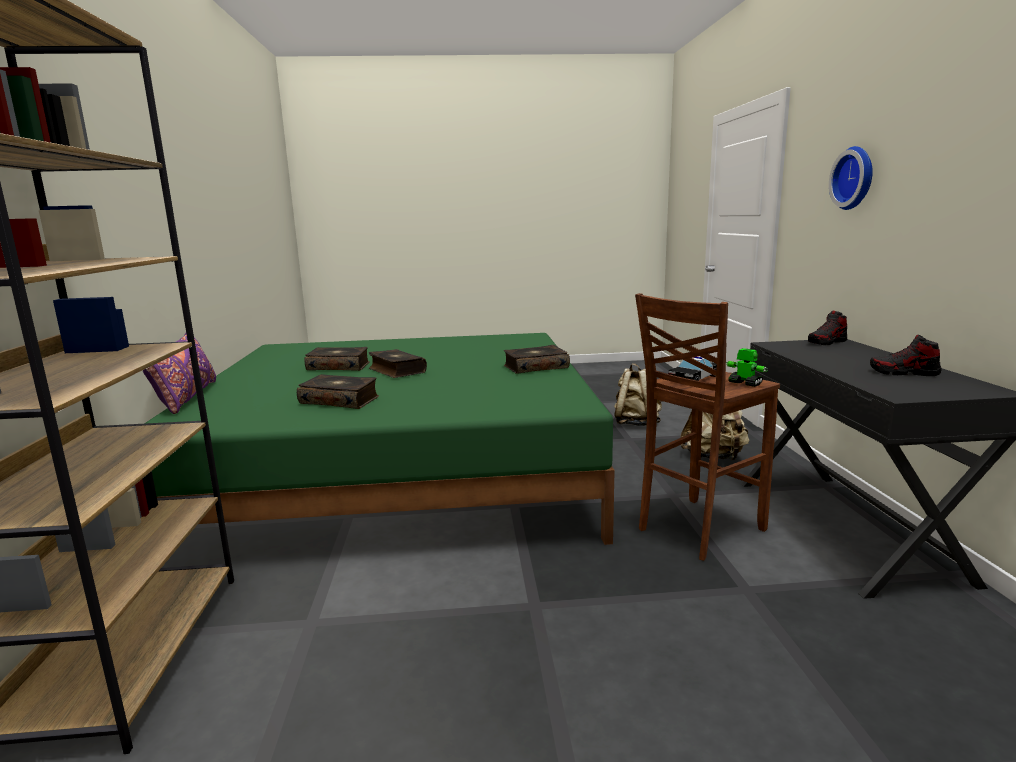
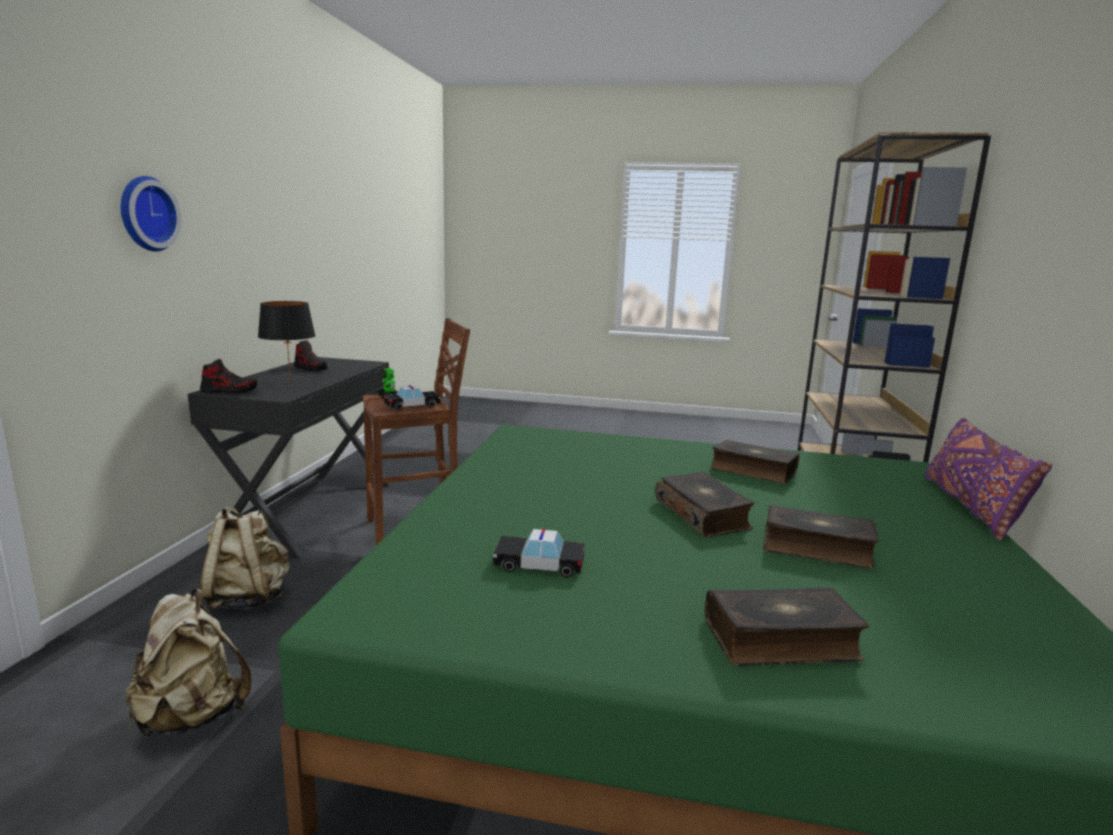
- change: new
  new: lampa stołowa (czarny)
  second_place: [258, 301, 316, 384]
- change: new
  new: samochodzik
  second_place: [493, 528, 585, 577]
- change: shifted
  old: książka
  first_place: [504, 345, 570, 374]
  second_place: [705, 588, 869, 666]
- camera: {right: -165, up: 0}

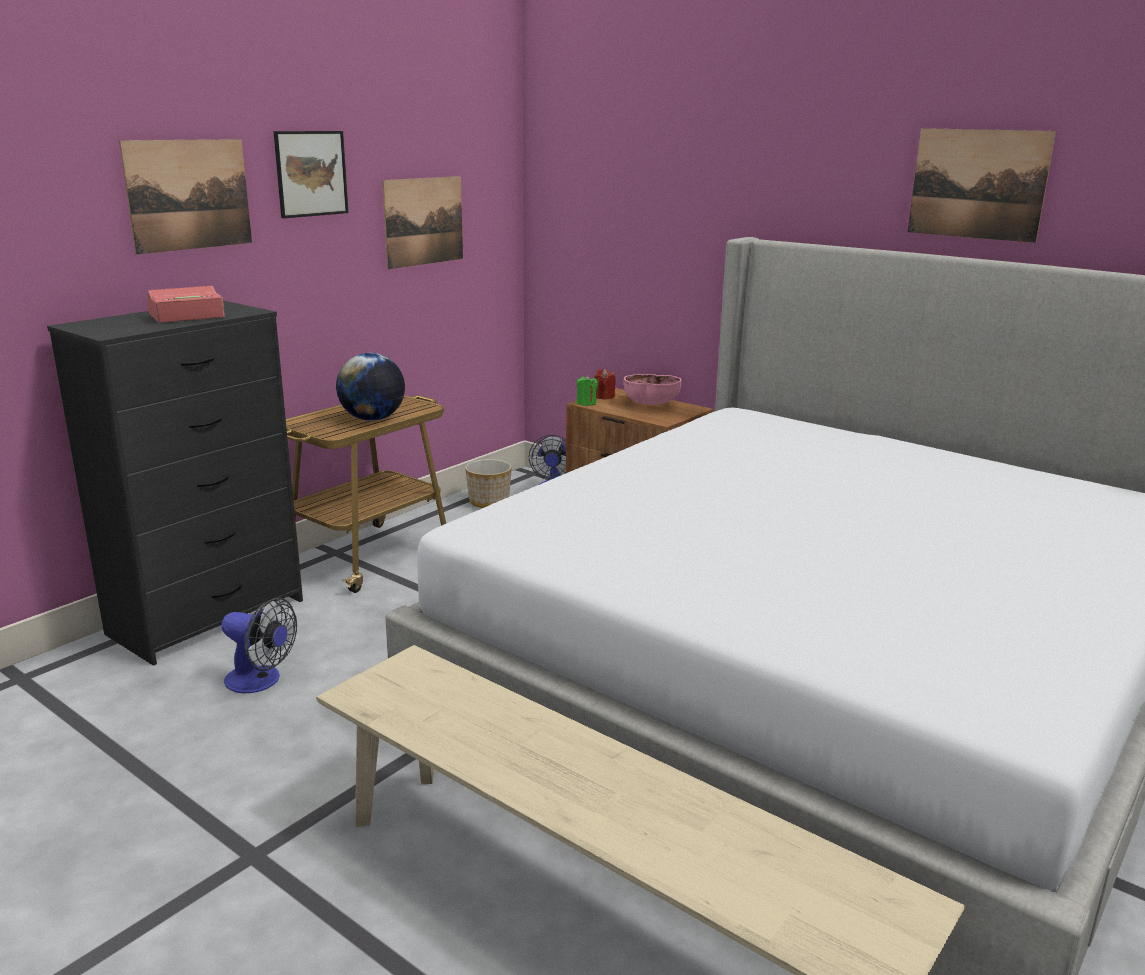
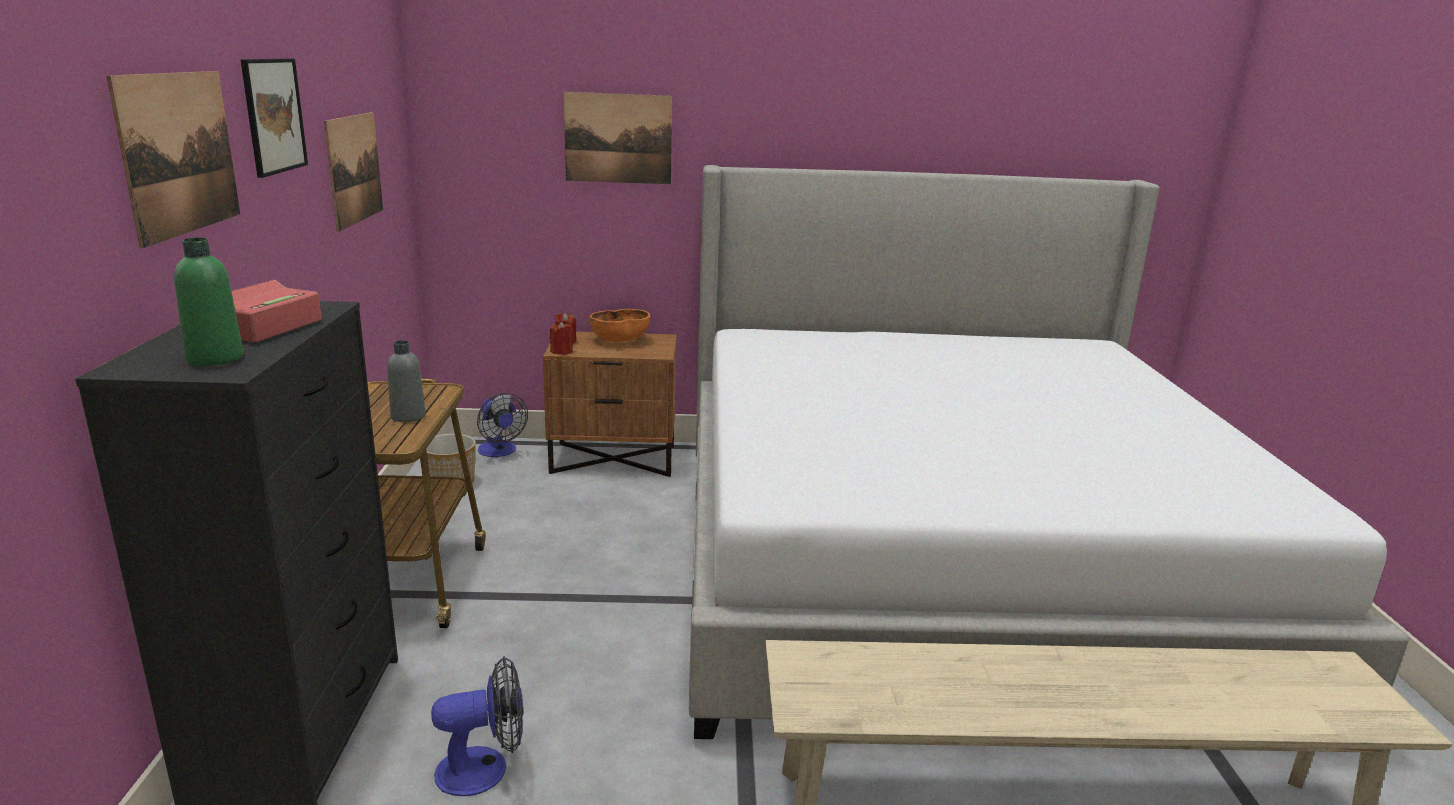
- change: new
  new: butelka (zielony)
  second_place: [174, 238, 243, 366]
- change: shifted
  old: obraz
  first_place: [908, 128, 1056, 243]
  second_place: [564, 92, 672, 184]
- change: swapped
  old: globus
  new: butelka (szary)
  first_place: [336, 353, 405, 421]
  second_place: [387, 341, 426, 422]
- change: repainted
  old: świeca (zielony)
  new: świeca (czerwony)
  first_place: [576, 375, 598, 406]
  second_place: [550, 321, 573, 355]
- change: repainted
  old: miska (różowy)
  new: miska (pomarańczowy)
  first_place: [623, 374, 682, 405]
  second_place: [590, 309, 650, 342]
- camera: {right: -40, up: 0}

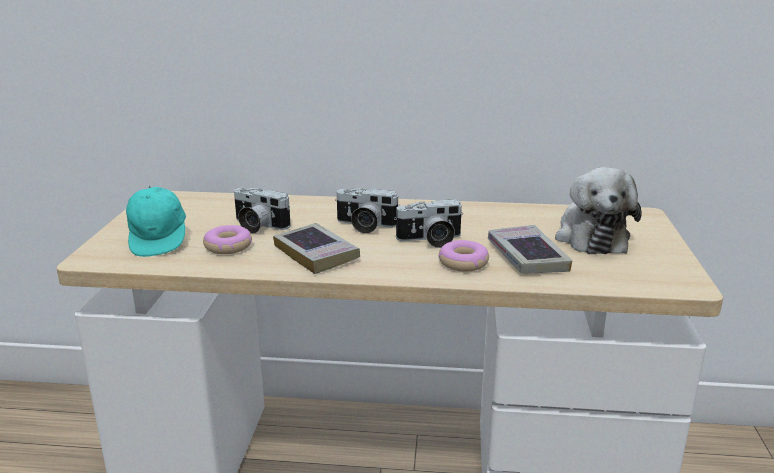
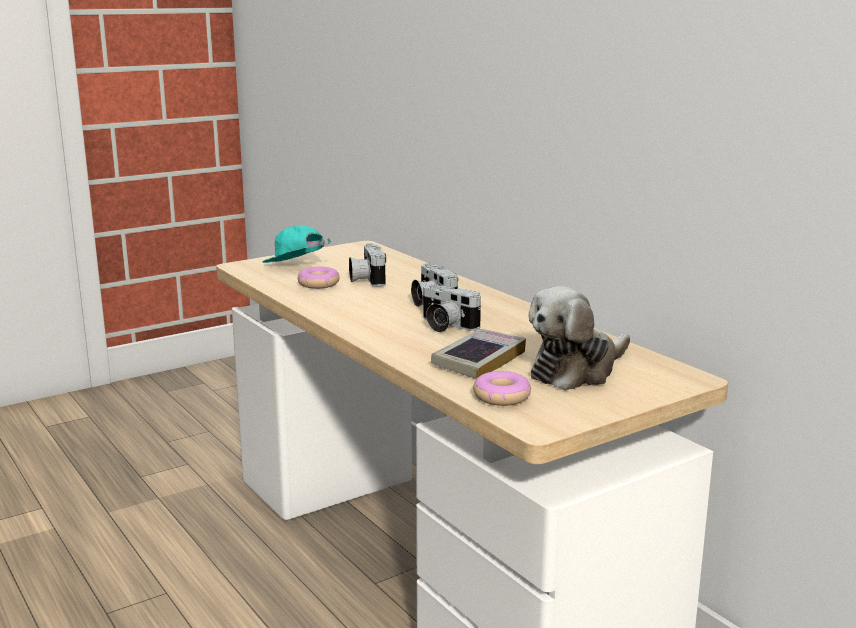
- change: gone
  old: książka
  first_place: [273, 223, 360, 274]
- change: shifted
  old: donut
  first_place: [438, 240, 489, 272]
  second_place: [473, 371, 531, 406]
- change: rotated
  old: czapka z daszkiem (turkusowy)
  first_place: [126, 185, 186, 257]
  second_place: [263, 226, 331, 263]
  degrees: 90
- camera: {right: 50, up: -5}

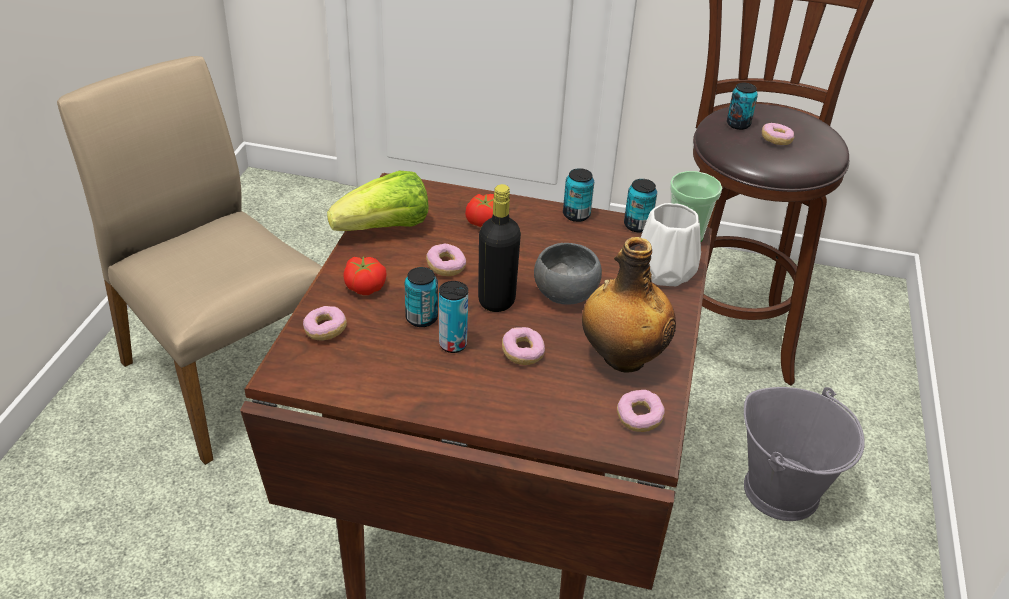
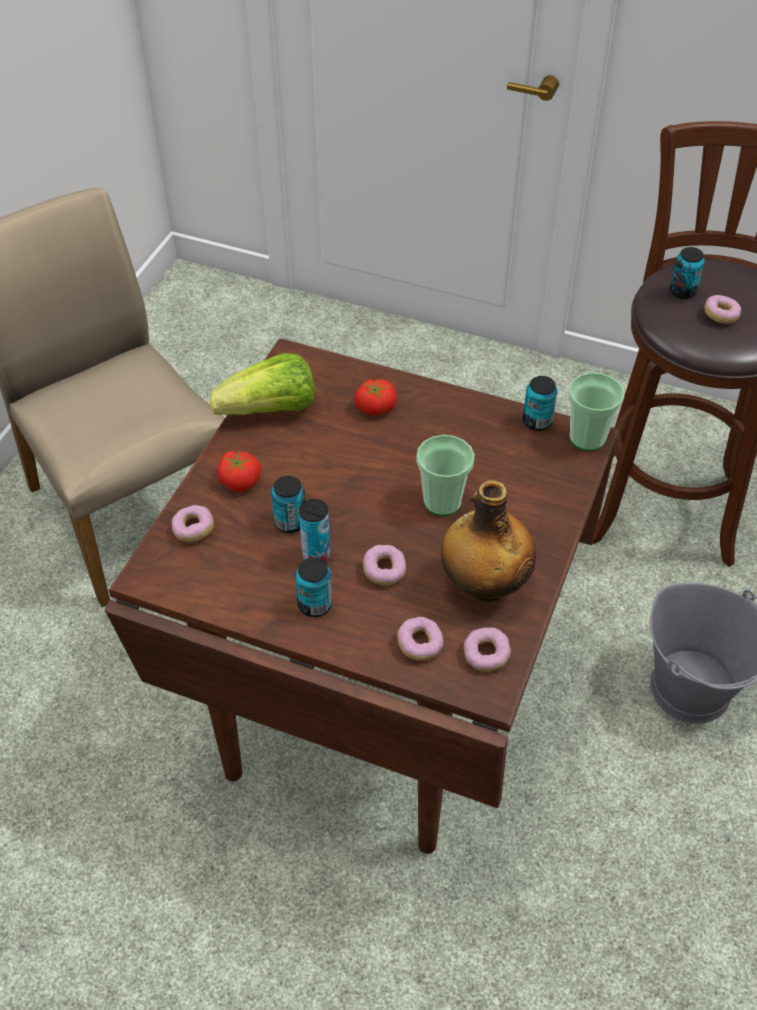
- change: gone
  old: butelka (czarny)
  first_place: [478, 184, 521, 312]
- change: gone
  old: wazon (biały)
  first_place: [641, 203, 701, 286]
- change: shifted
  old: donut
  first_place: [426, 244, 466, 276]
  second_place: [397, 617, 444, 661]
- change: shifted
  old: puszka
  first_place: [563, 168, 594, 222]
  second_place: [295, 558, 332, 617]
- change: swapped
  old: miska (szary)
  new: filiżanka
  first_place: [534, 243, 602, 305]
  second_place: [416, 435, 475, 516]
- camera: {right: 10, up: 10}

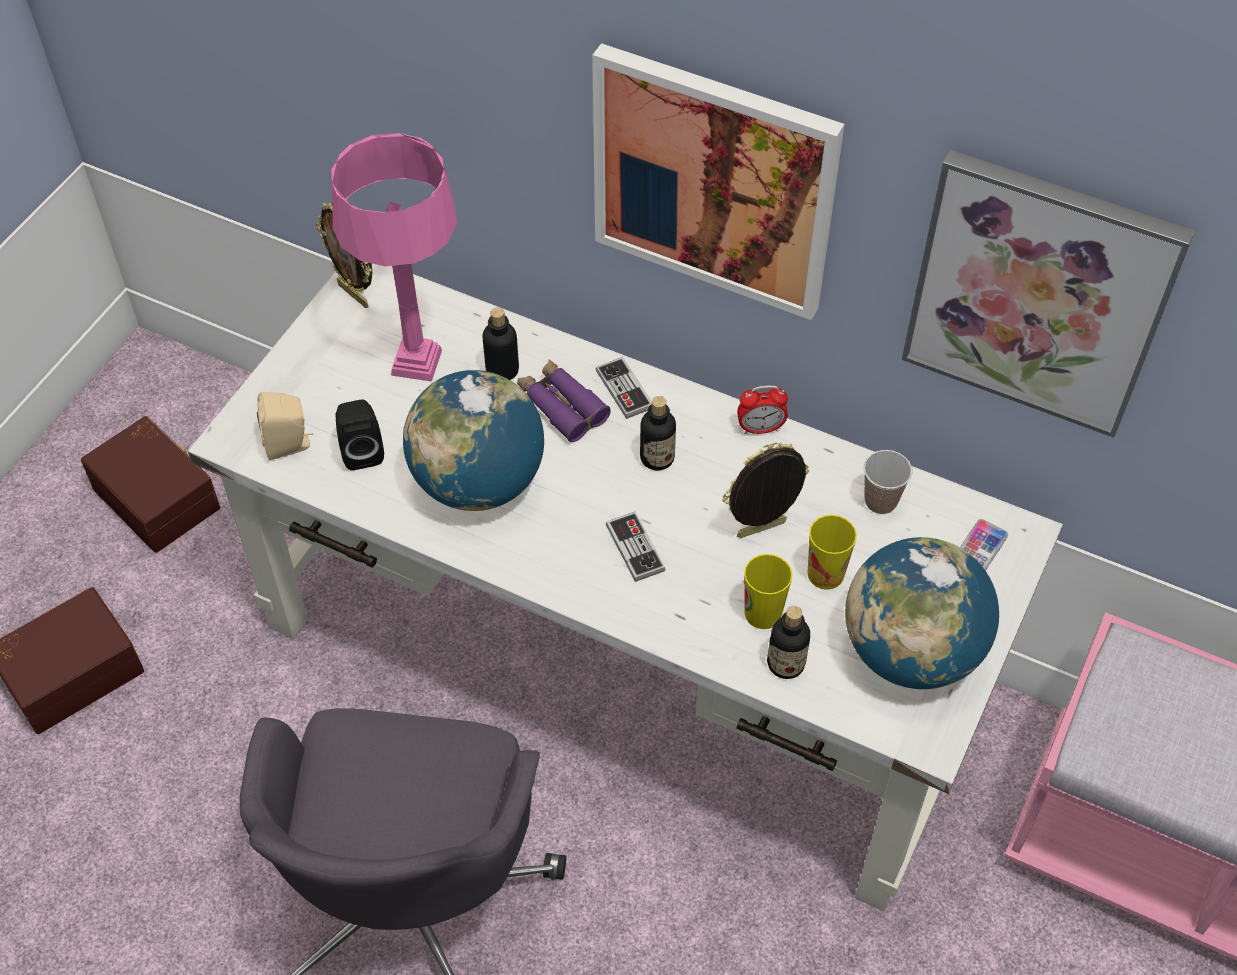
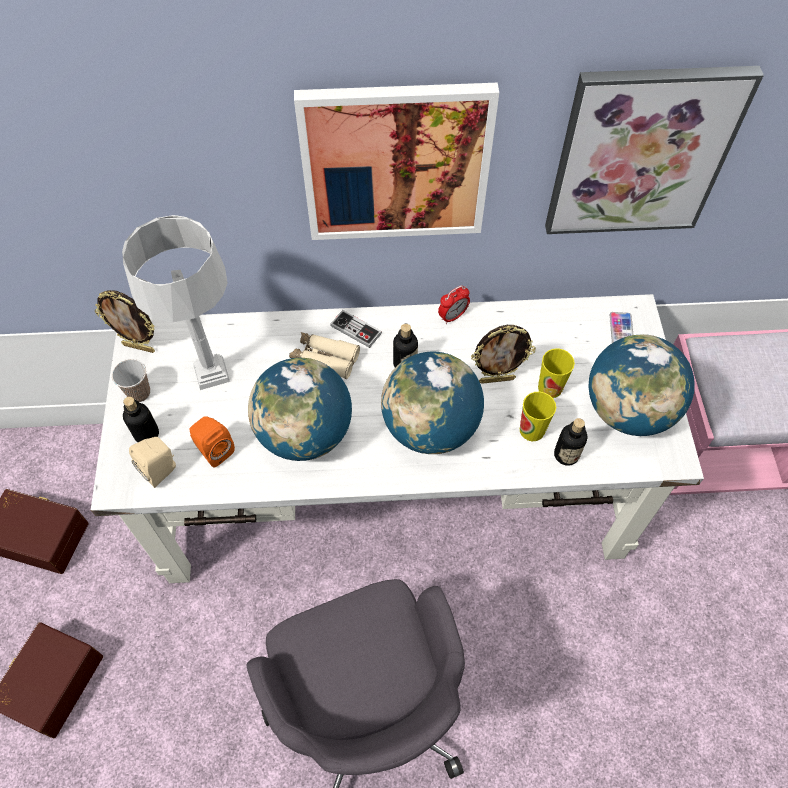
- change: shifted
  old: butelka
  first_place: [482, 307, 519, 380]
  second_place: [123, 397, 159, 442]
- change: shifted
  old: filiżanka
  first_place: [864, 450, 912, 514]
  second_place: [112, 359, 150, 402]
- change: swapped
  old: pad do gier
  new: globus
  first_place: [606, 512, 666, 582]
  second_place: [381, 352, 484, 454]
- change: repainted
  old: lampa stołowa (różowy)
  new: lampa stołowa (szary)
  first_place: [331, 133, 457, 382]
  second_place: [122, 215, 230, 390]
- change: repainted
  old: głośnik (czarny)
  new: głośnik (pomarańczowy)
  first_place: [336, 399, 384, 470]
  second_place: [190, 416, 235, 467]
- change: repainted
  old: lornetka (fioletowy)
  new: lornetka (beżowy)
  first_place: [517, 359, 611, 442]
  second_place: [289, 332, 360, 379]
- change: rotated
  old: ramka na zdjęcie
  first_place: [722, 442, 809, 538]
  second_place: [471, 325, 536, 384]
  degrees: -135
- camera: {right: -30, up: 5}

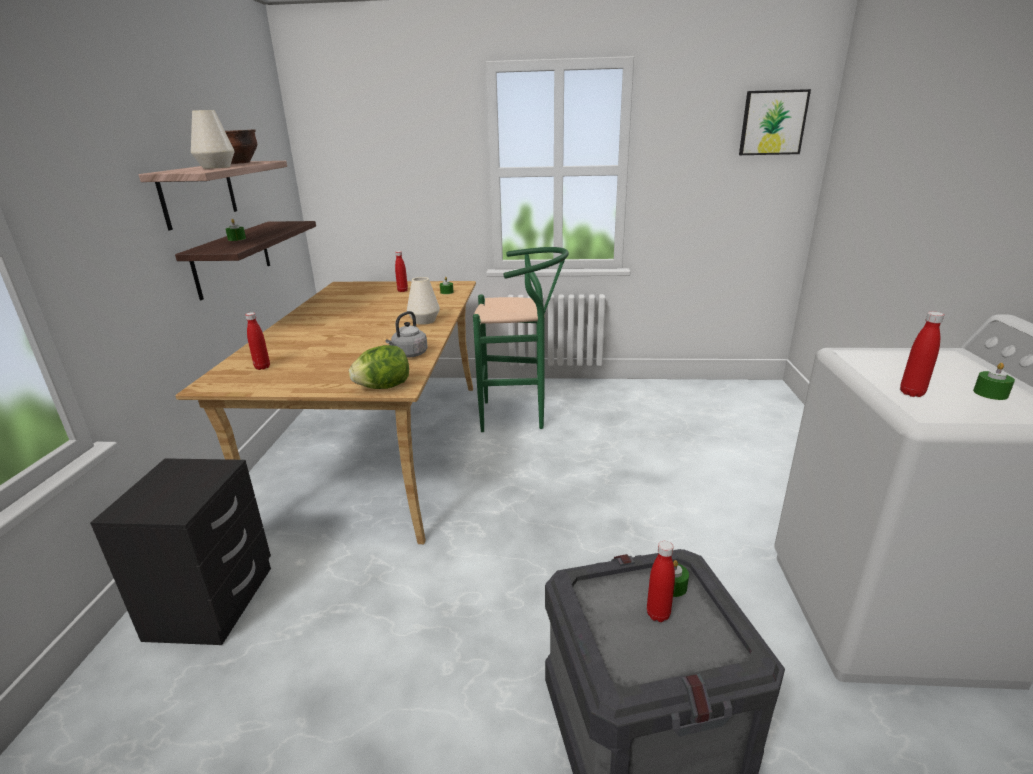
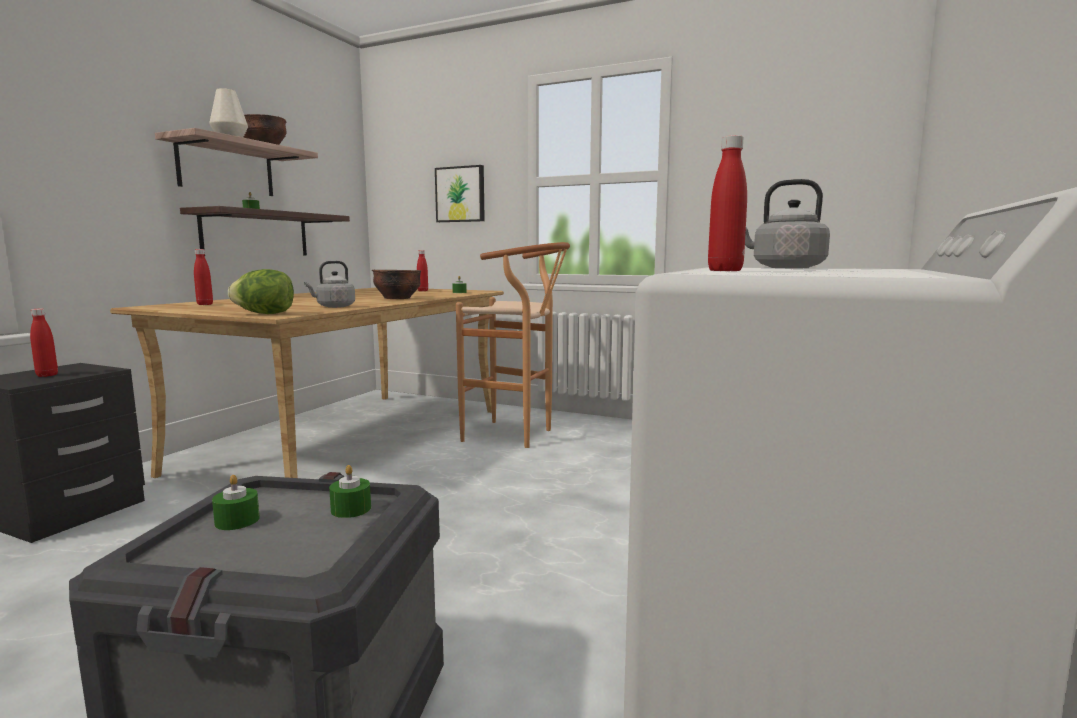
- change: new
  new: czajnik (szary)
  second_place: [745, 179, 830, 268]
- change: shifted
  old: butelka (czerwony)
  first_place: [647, 541, 675, 622]
  second_place: [30, 309, 58, 377]
- change: shifted
  old: obraz
  first_place: [739, 89, 811, 155]
  second_place: [435, 165, 485, 222]
- change: shifted
  old: świeca (zielony)
  first_place: [973, 363, 1015, 400]
  second_place: [212, 475, 260, 530]
- change: swapped
  old: wazon (biały)
  new: miska (brązowy)
  first_place: [407, 277, 440, 325]
  second_place: [372, 270, 421, 299]
- change: repainted
  old: stołek (zielony)
  new: stołek (brązowy)
  first_place: [473, 247, 569, 432]
  second_place: [456, 242, 570, 448]
- camera: {right: 20, up: -15}

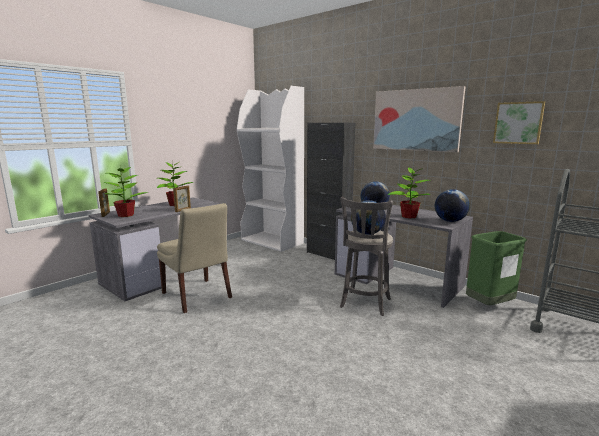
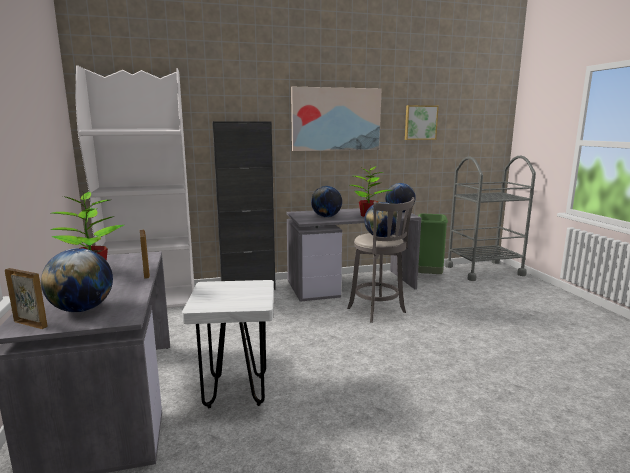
- change: swapped
  old: roślina doniczkowa
  new: globus
  first_place: [103, 167, 148, 217]
  second_place: [41, 248, 113, 312]
- change: swapped
  old: krzesło (beżowy)
  new: stołek (biały)
  first_place: [157, 203, 232, 313]
  second_place: [182, 280, 274, 408]
- camera: {right: -55, up: 0}

